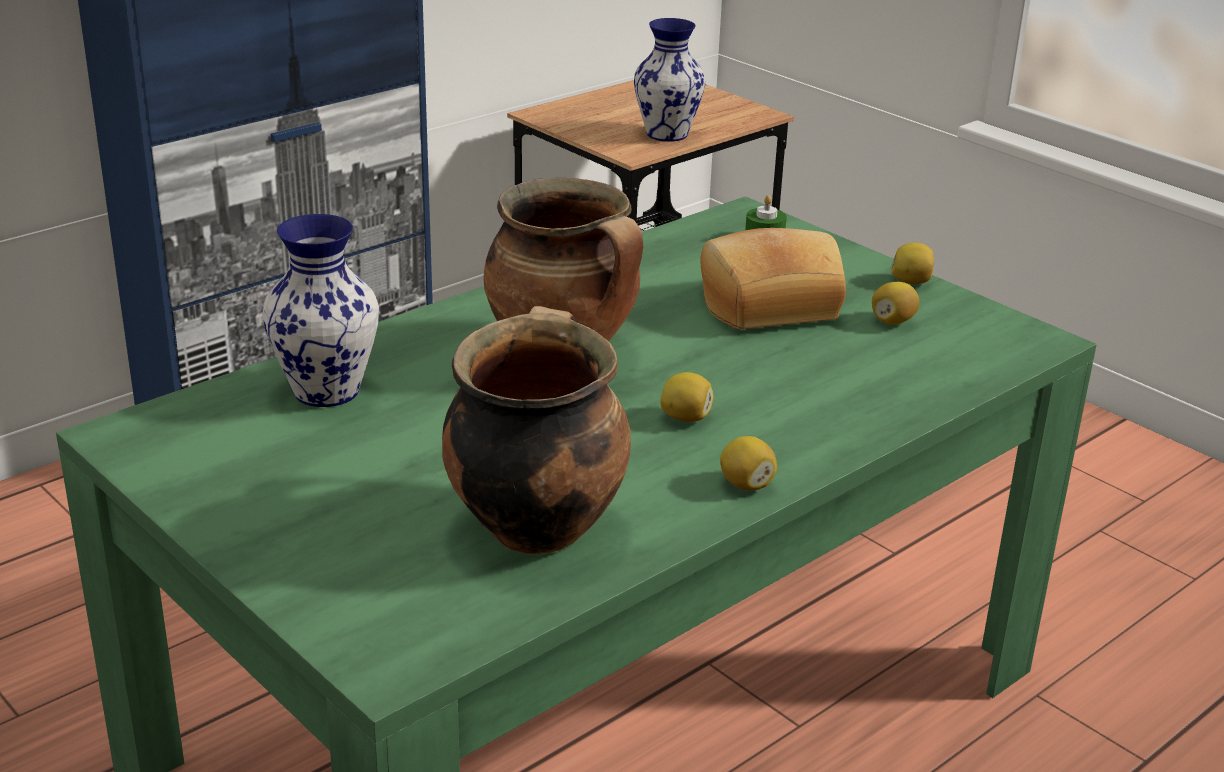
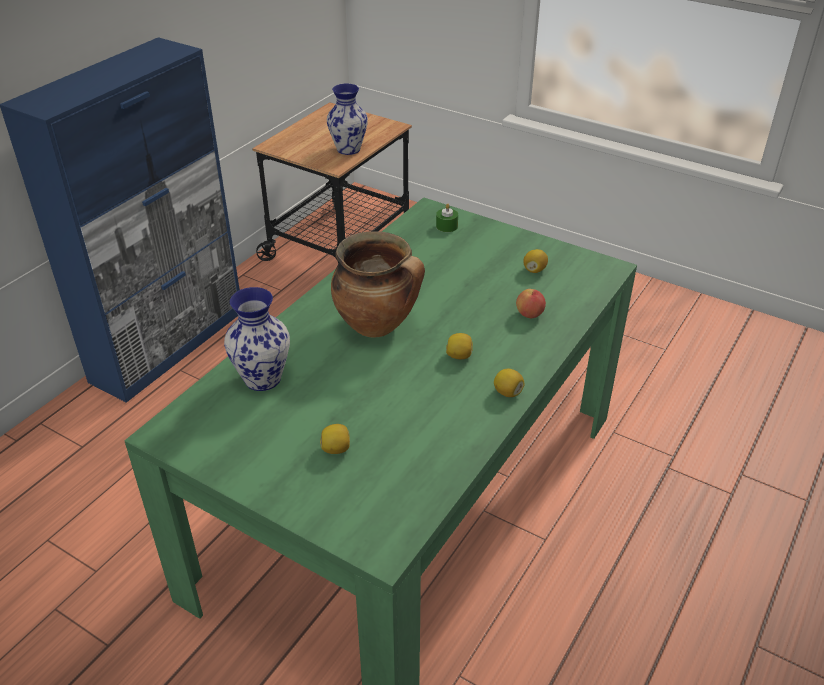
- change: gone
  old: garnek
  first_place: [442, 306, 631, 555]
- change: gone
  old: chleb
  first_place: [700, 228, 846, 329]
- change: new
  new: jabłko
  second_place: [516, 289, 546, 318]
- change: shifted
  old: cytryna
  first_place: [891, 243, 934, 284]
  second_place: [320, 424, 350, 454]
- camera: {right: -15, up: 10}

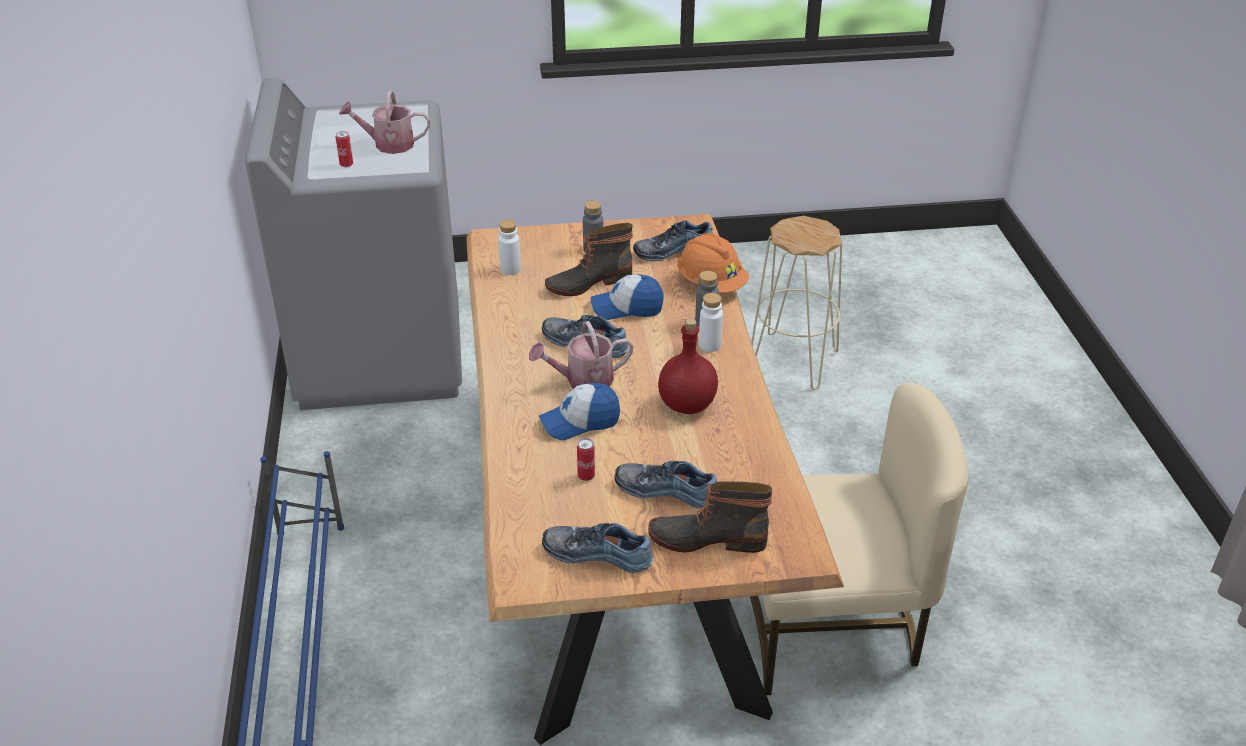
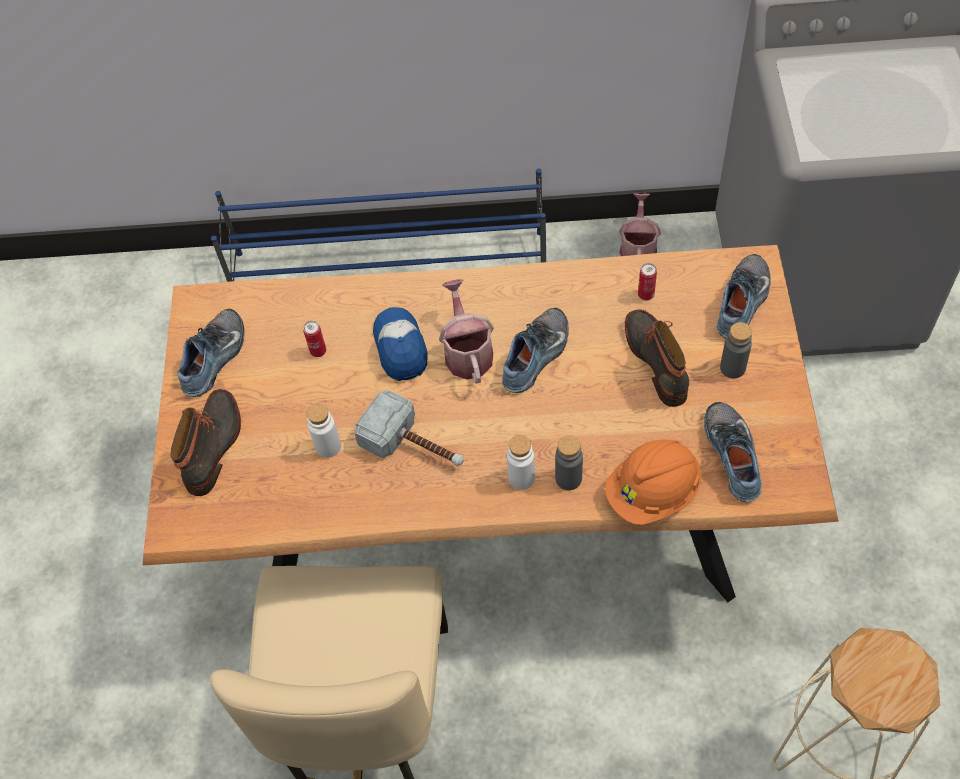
- change: gone
  old: czapka z daszkiem
  first_place: [591, 274, 664, 320]
- change: shifted
  old: puszka
  first_place: [336, 131, 353, 167]
  second_place: [638, 263, 657, 300]
- change: shifted
  old: konewka
  first_place: [339, 90, 430, 154]
  second_place: [619, 193, 661, 256]
- change: shifted
  old: butelka (biały)
  first_place: [498, 220, 521, 275]
  second_place: [307, 403, 341, 458]
- change: shifted
  old: but
  first_place: [614, 461, 717, 509]
  second_place: [717, 254, 771, 338]
- change: swapped
  old: butelka (czerwony)
  new: młotek
  first_place: [658, 319, 718, 414]
  second_place: [355, 390, 464, 466]
- camera: {right: 100, up: 20}

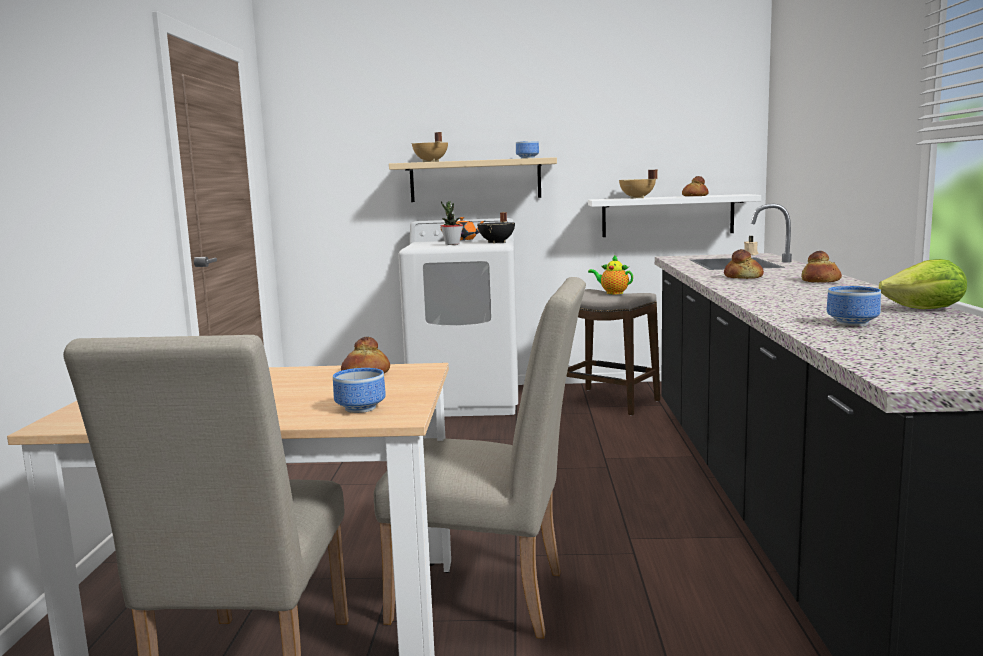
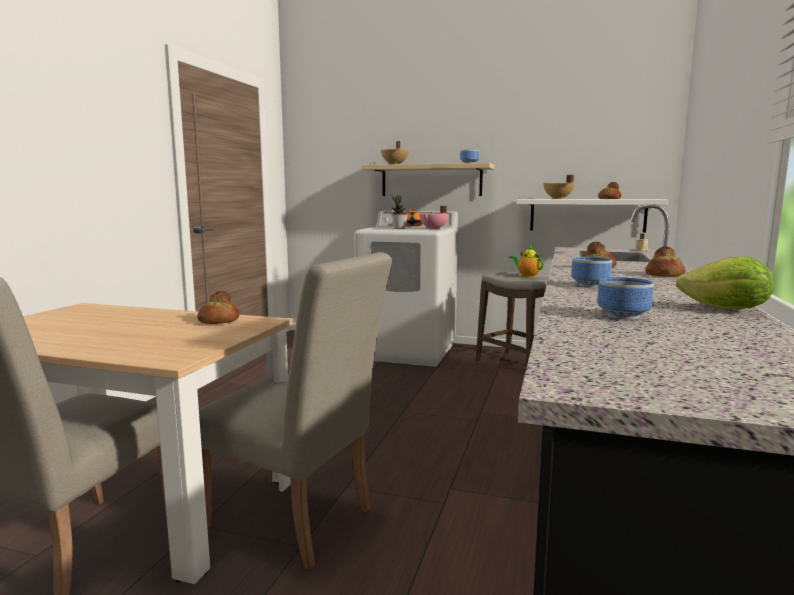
- change: shifted
  old: miska
  first_place: [333, 368, 386, 413]
  second_place: [571, 257, 612, 287]
- change: repainted
  old: garnek (czarny)
  new: garnek (różowy)
  first_place: [477, 212, 515, 243]
  second_place: [419, 206, 449, 230]
- camera: {right: 15, up: 0}

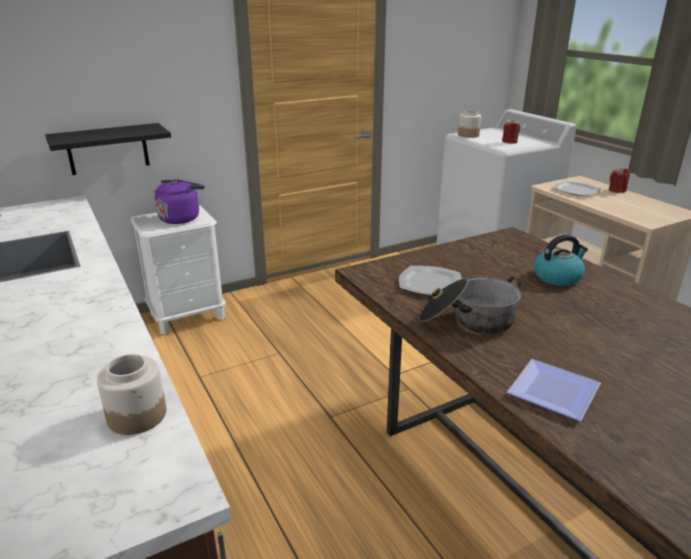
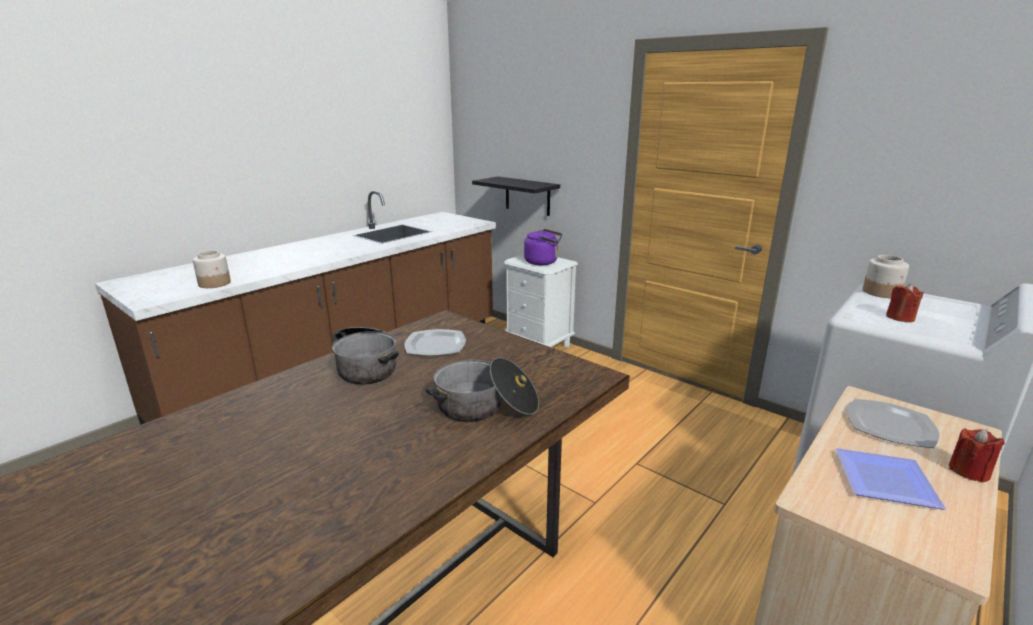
- change: shifted
  old: talerz
  first_place: [507, 359, 601, 421]
  second_place: [835, 448, 946, 510]
- change: swapped
  old: czajnik
  new: garnek
  first_place: [534, 234, 588, 286]
  second_place: [425, 357, 539, 422]
- camera: {right: 70, up: -5}

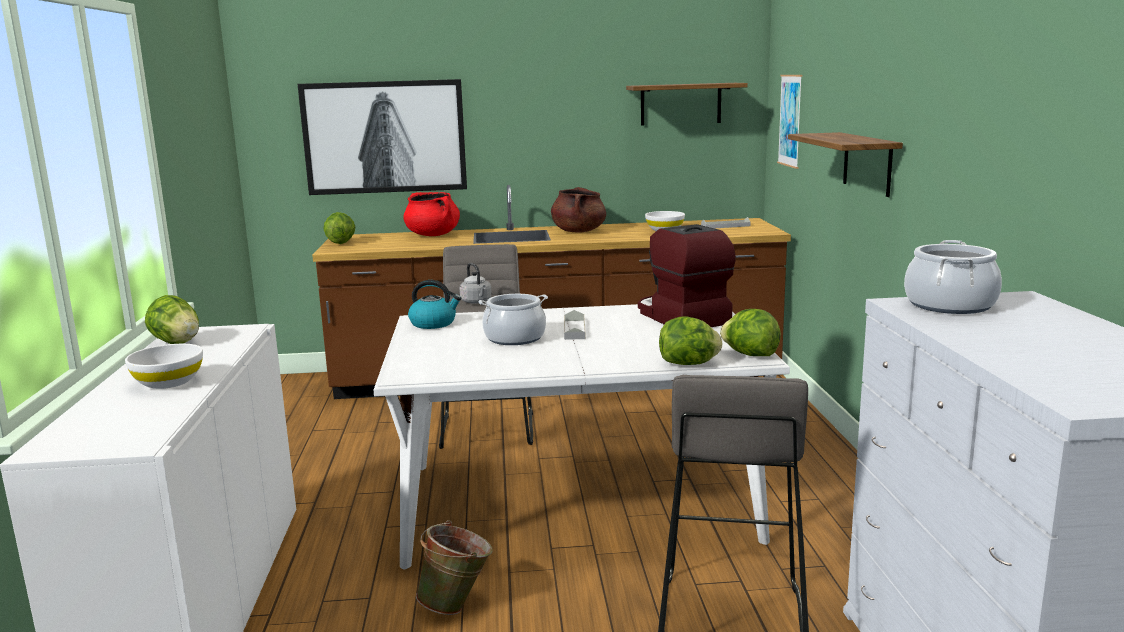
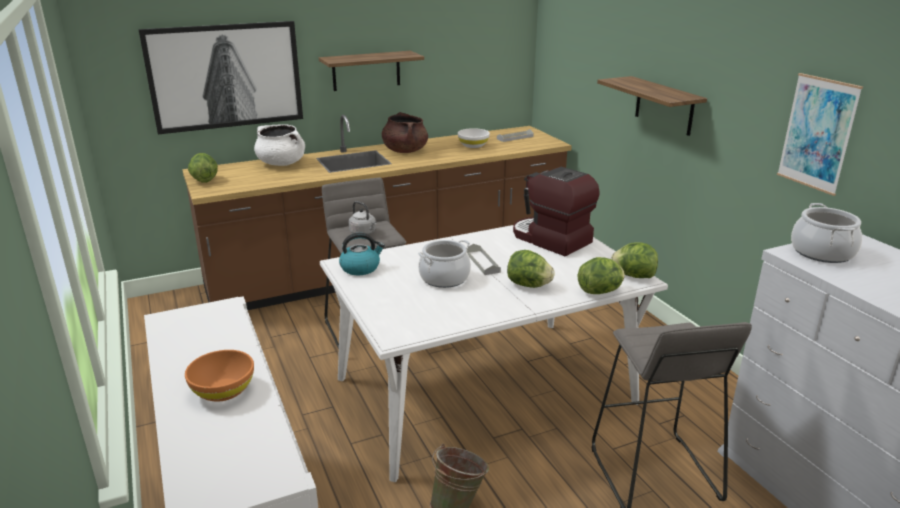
- change: shifted
  old: sałata
  first_place: [145, 295, 199, 344]
  second_place: [507, 250, 555, 288]
- change: shifted
  old: półka
  first_place: [626, 83, 748, 126]
  second_place: [319, 51, 424, 91]
- change: shifted
  old: obraz
  first_place: [777, 75, 802, 169]
  second_place: [777, 73, 863, 196]
- change: repainted
  old: miska (biały)
  new: miska (pomarańczowy)
  first_place: [125, 344, 203, 389]
  second_place: [185, 350, 254, 402]
- change: repainted
  old: garnek (czerwony)
  new: garnek (biały)
  first_place: [403, 192, 460, 236]
  second_place: [254, 124, 305, 166]
- camera: {right: -20, up: 10}

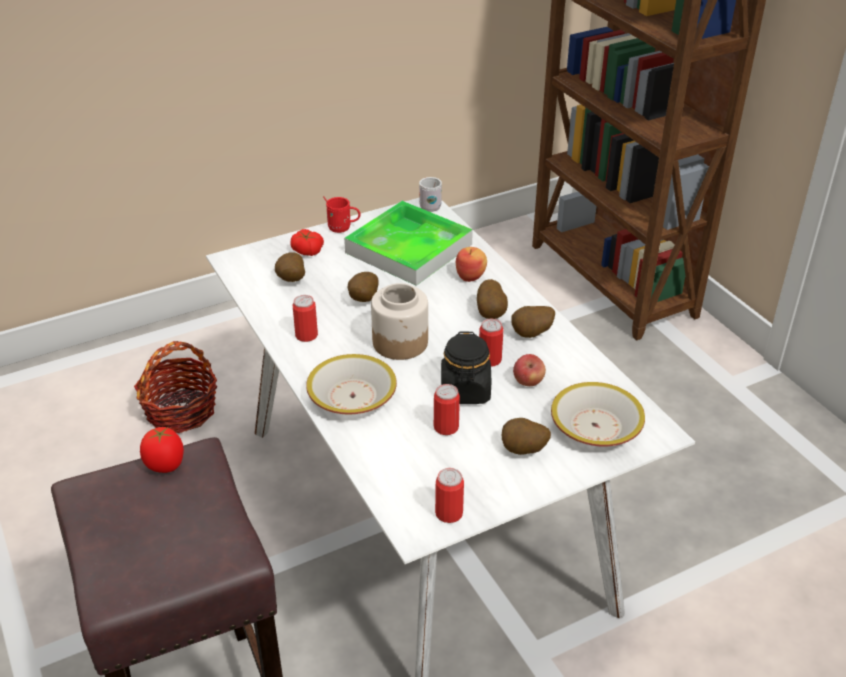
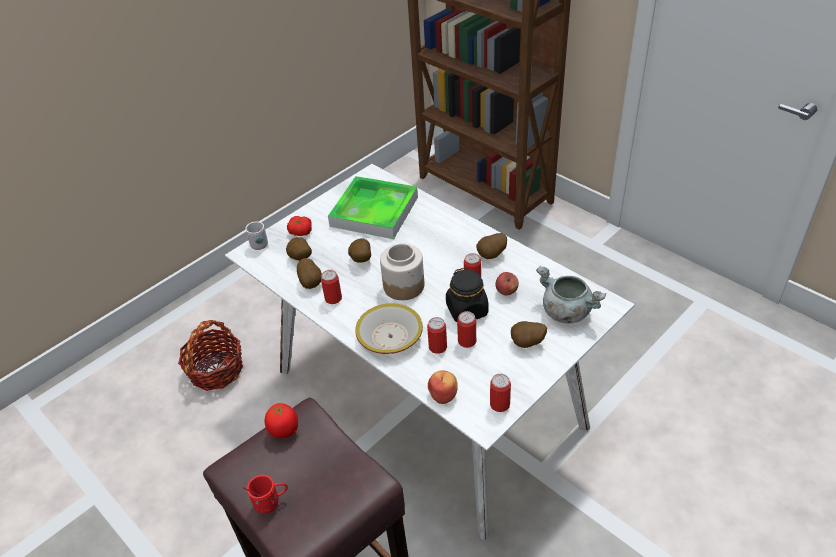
- change: new
  new: puszka
  second_place: [427, 317, 447, 354]
- change: shifted
  old: kubek (czerwony)
  first_place: [323, 196, 361, 233]
  second_place: [242, 475, 288, 514]
- change: shifted
  old: kubek (biały)
  first_place: [419, 177, 442, 212]
  second_place: [245, 221, 268, 250]
- change: shifted
  old: jabłko
  first_place: [456, 247, 487, 282]
  second_place: [428, 370, 458, 404]
- change: shifted
  old: ziemniak
  first_place: [477, 279, 508, 319]
  second_place: [297, 258, 322, 289]
- change: swapped
  old: miska
  new: garnek (szary)
  first_place: [551, 382, 645, 446]
  second_place: [536, 266, 606, 323]
- camera: {right: -15, up: 5}

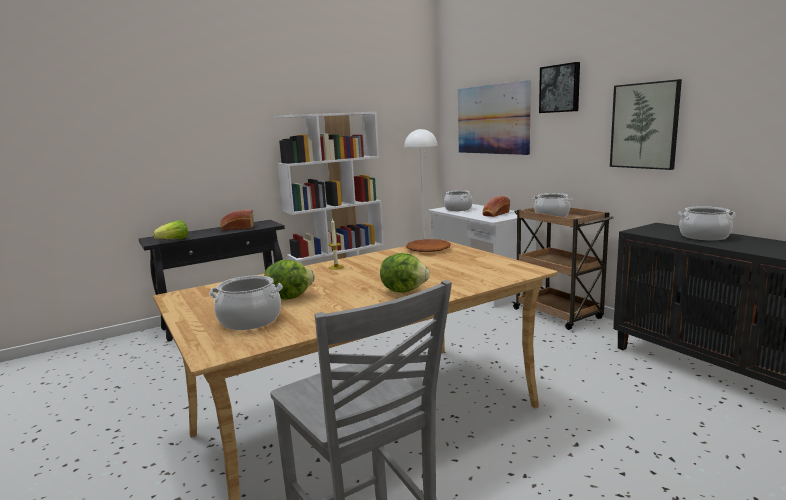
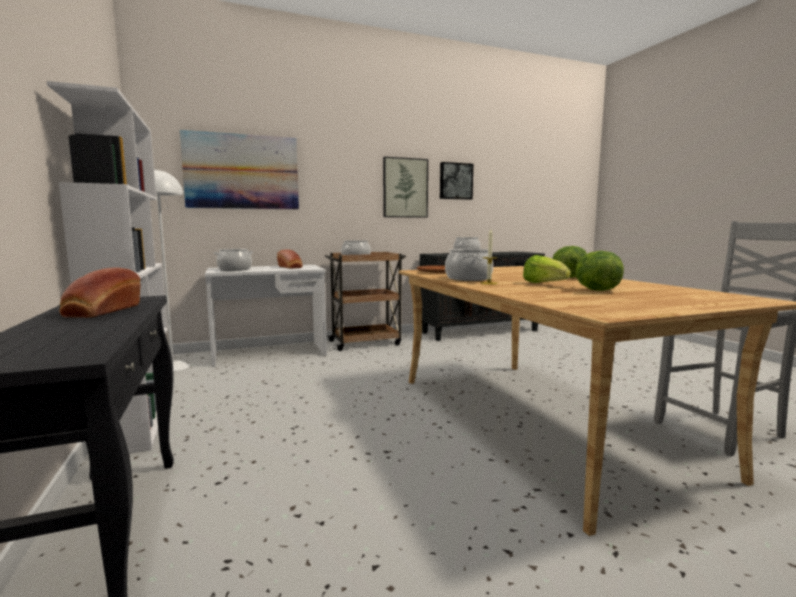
- change: shifted
  old: sałata
  first_place: [153, 220, 188, 239]
  second_place: [523, 255, 571, 283]
- change: shifted
  old: garnek
  first_place: [209, 275, 283, 330]
  second_place: [445, 249, 493, 281]
- change: shifted
  old: obraz
  first_place: [539, 62, 580, 113]
  second_place: [440, 162, 473, 200]
- camera: {right: -80, up: -5}

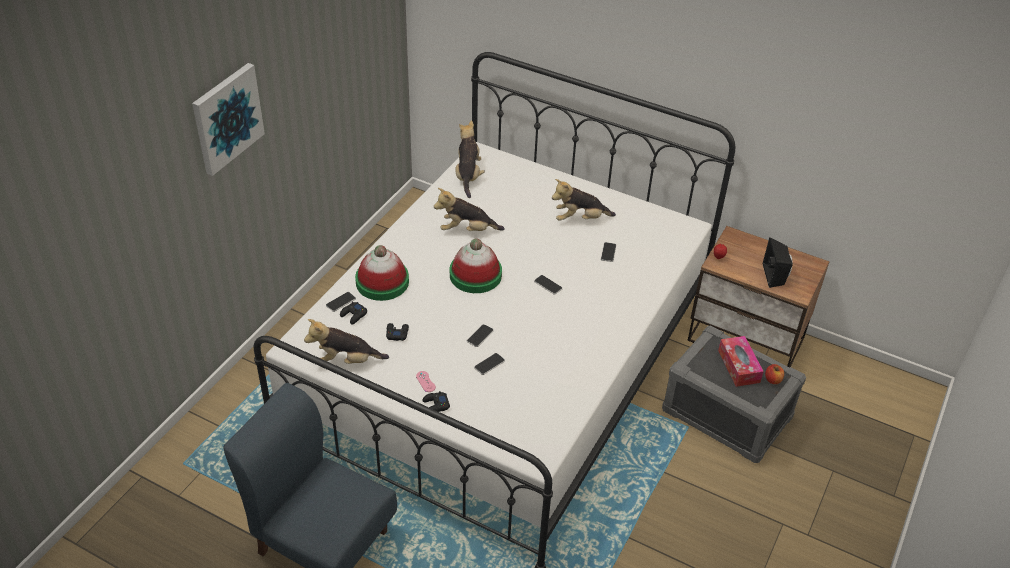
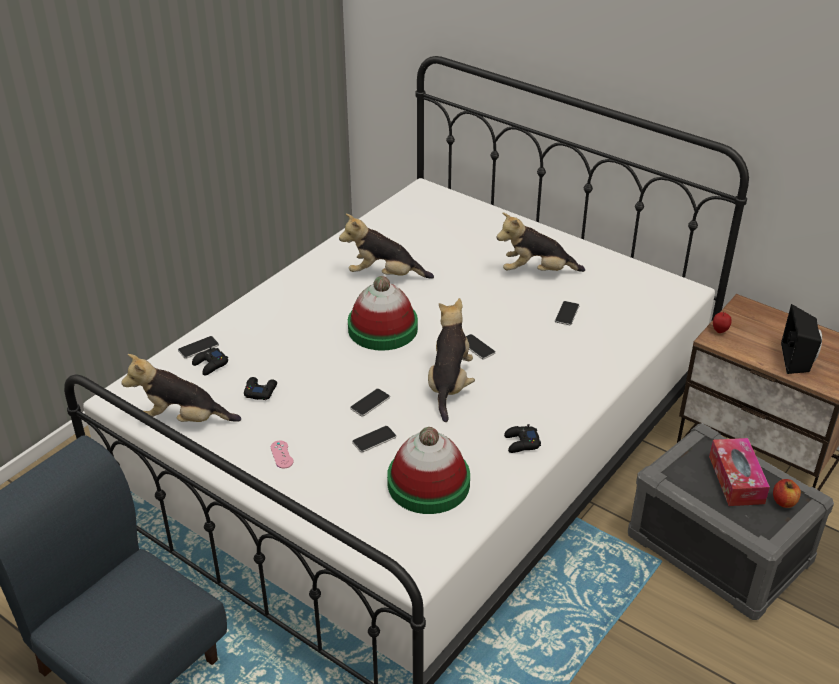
- change: gone
  old: obraz
  first_place: [192, 63, 265, 176]
- change: shifted
  old: kapelusz
  first_place: [355, 245, 409, 301]
  second_place: [387, 427, 470, 514]
- change: shifted
  old: pad do gier (czarny)
  first_place: [423, 391, 450, 412]
  second_place: [504, 424, 541, 453]
- change: shifted
  old: pluszak
  first_place: [455, 120, 485, 198]
  second_place: [428, 298, 475, 422]
- camera: {right: 10, up: -5}

